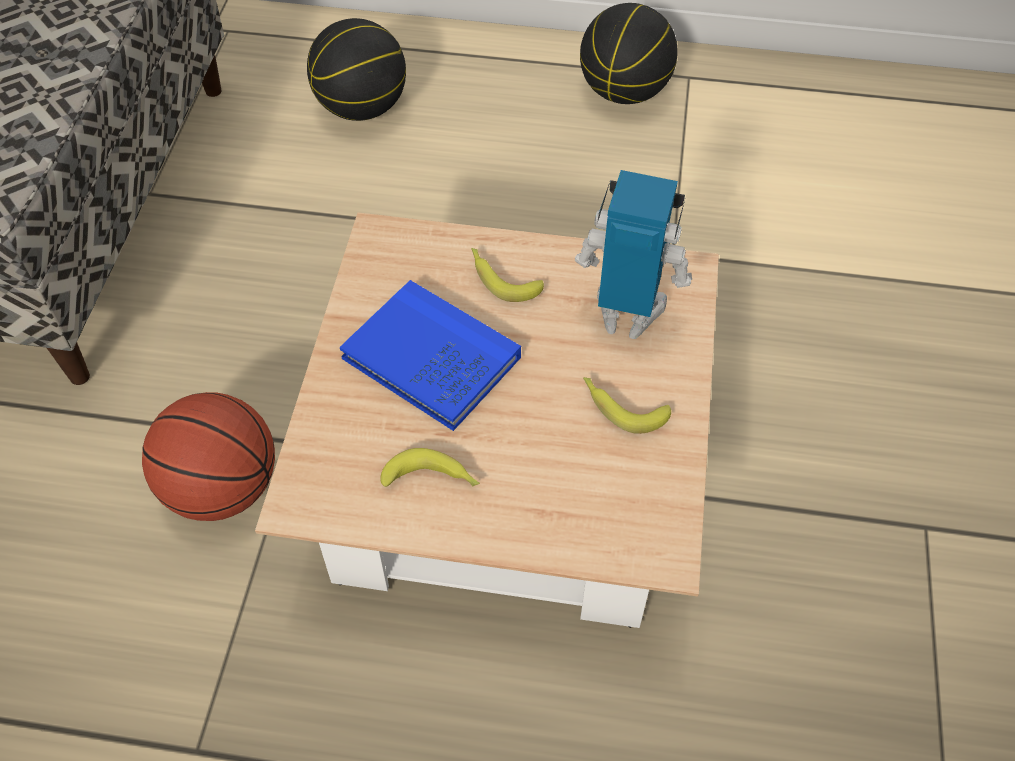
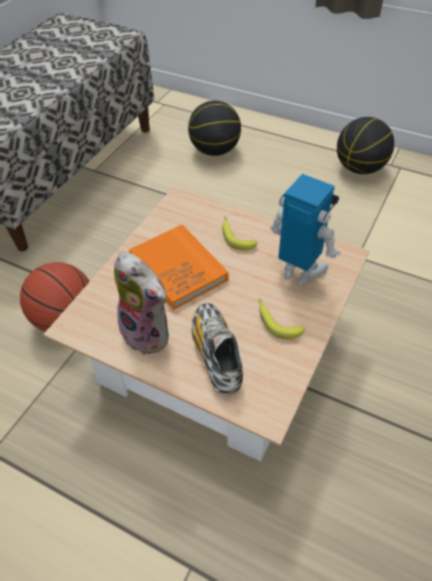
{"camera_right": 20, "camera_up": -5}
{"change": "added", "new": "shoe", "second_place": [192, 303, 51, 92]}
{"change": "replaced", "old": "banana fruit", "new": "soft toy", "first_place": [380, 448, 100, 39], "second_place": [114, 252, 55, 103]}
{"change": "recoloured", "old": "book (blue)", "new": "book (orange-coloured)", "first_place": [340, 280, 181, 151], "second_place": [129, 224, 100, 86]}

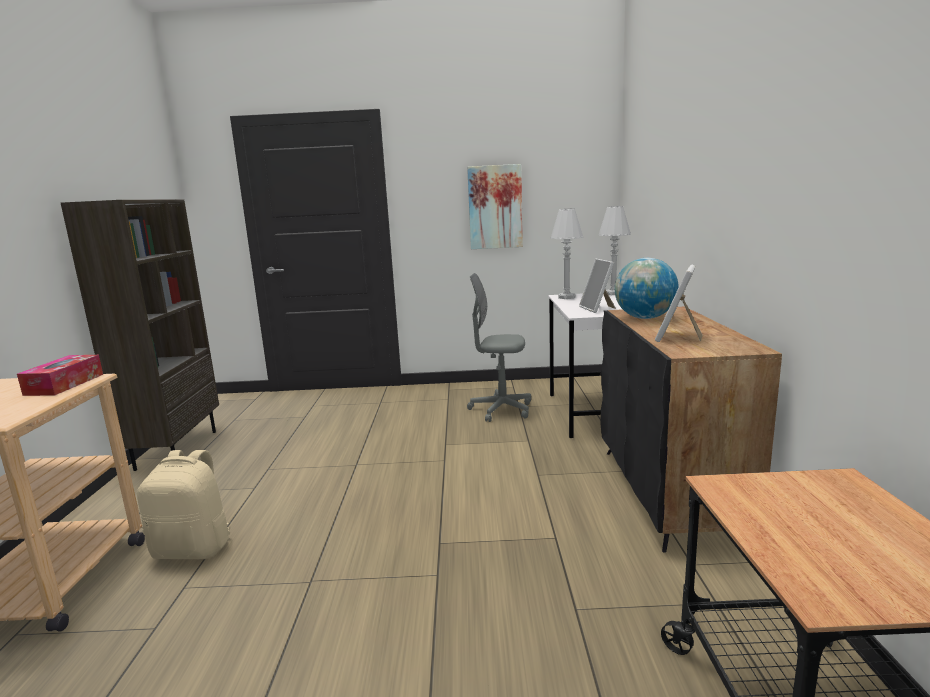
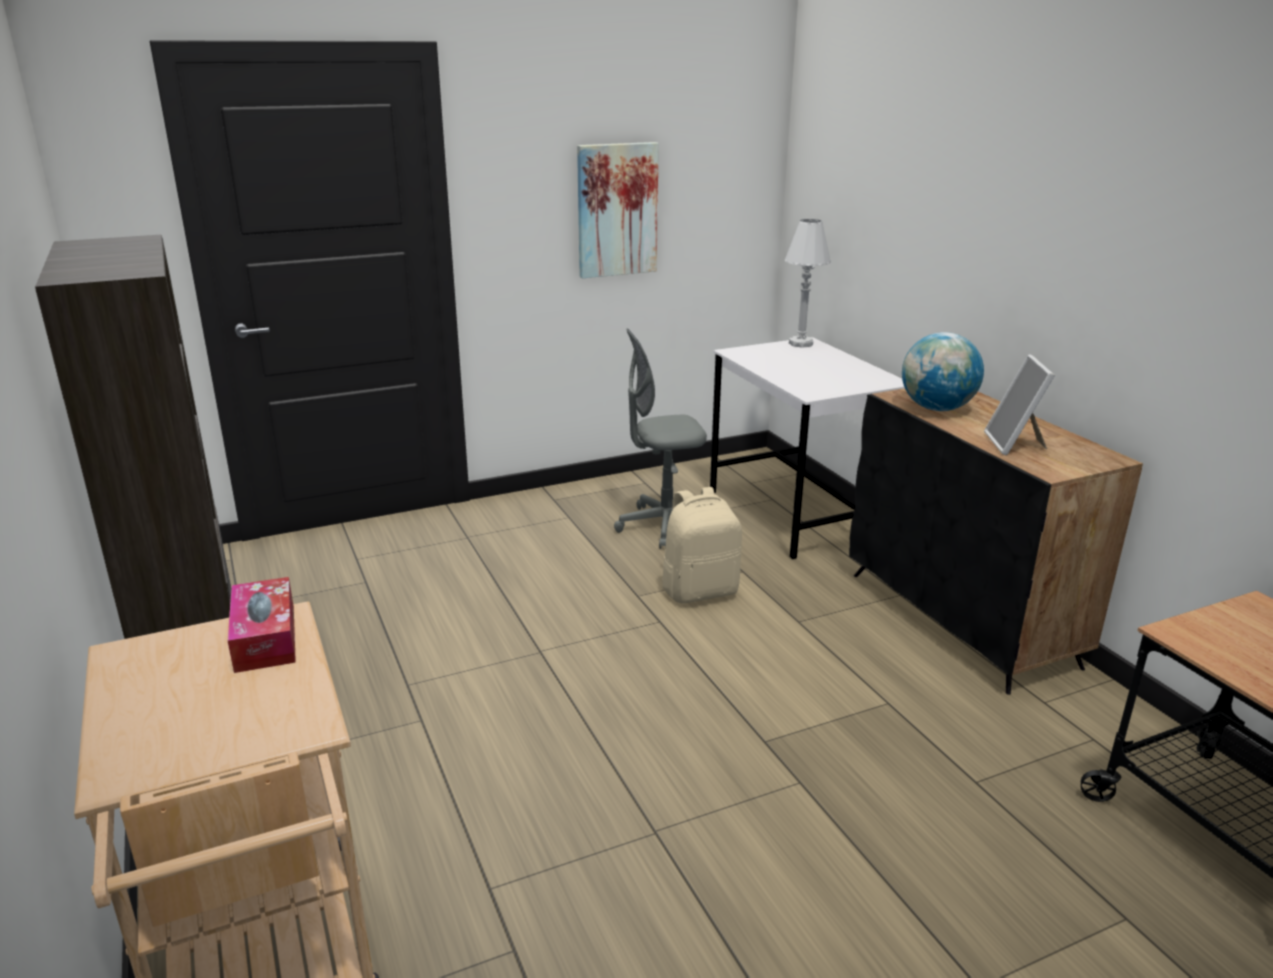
{"camera_right": -25, "camera_up": 10}
{"change": "removed", "old": "table lamp (whitish)", "first_place": [551, 209, 32, 90]}
{"change": "removed", "old": "photo frame", "first_place": [579, 259, 37, 54]}
{"change": "moved", "old": "backpack (sand-coloured)", "first_place": [137, 450, 93, 109], "second_place": [662, 487, 80, 116]}

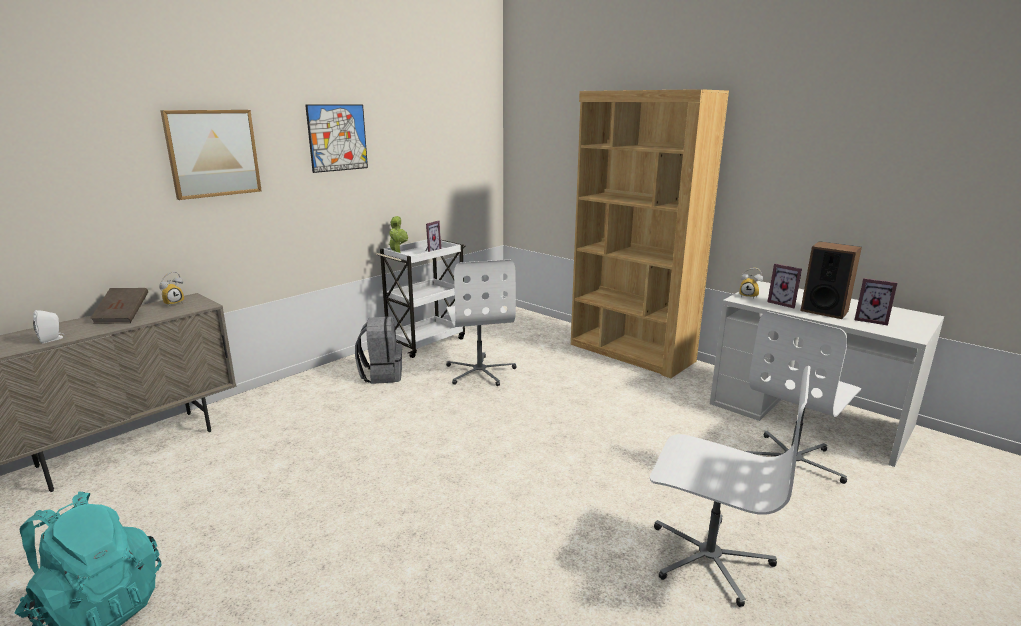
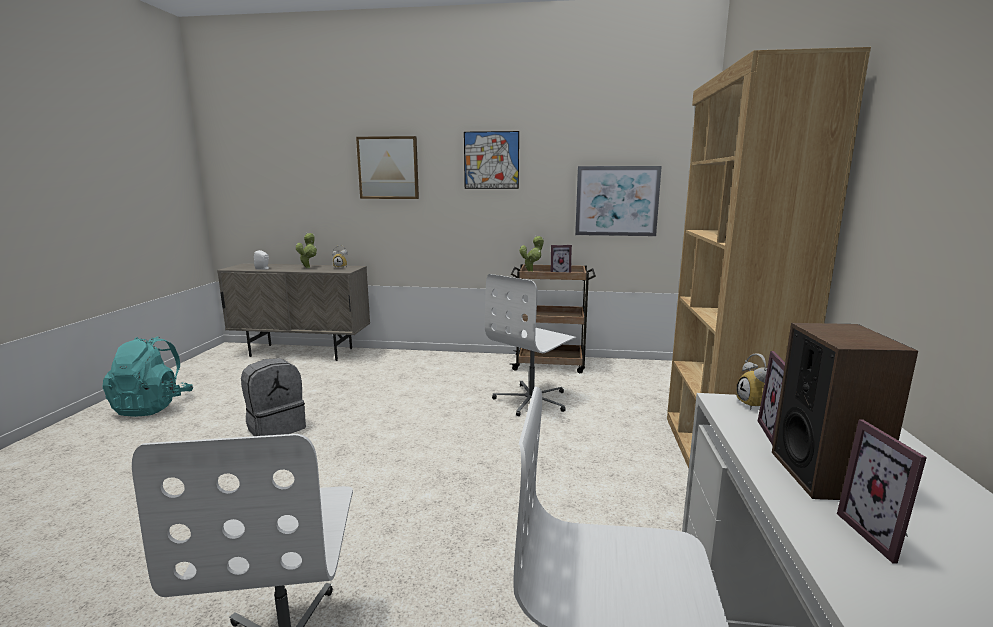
{"camera_right": 55, "camera_up": -5}
{"change": "added", "new": "wall art", "second_place": [575, 166, 87, 70]}
{"change": "moved", "old": "backpack (gray)", "first_place": [355, 317, 47, 67], "second_place": [241, 358, 65, 78]}
{"change": "replaced", "old": "book (brown)", "new": "houseplant", "first_place": [90, 288, 58, 36], "second_place": [296, 233, 21, 35]}
{"change": "recoloured", "old": "trolley (whitish)", "new": "trolley (brown)", "first_place": [376, 240, 90, 118], "second_place": [510, 264, 86, 109]}

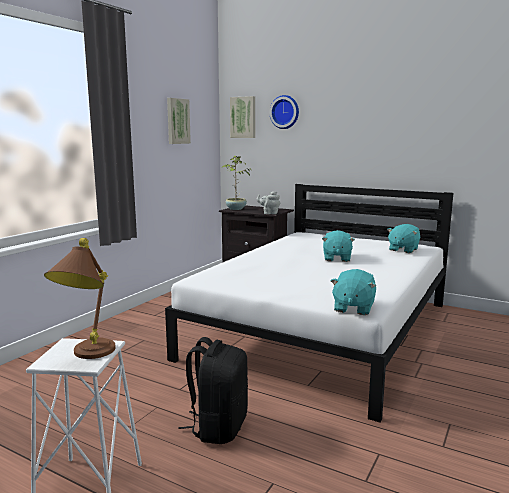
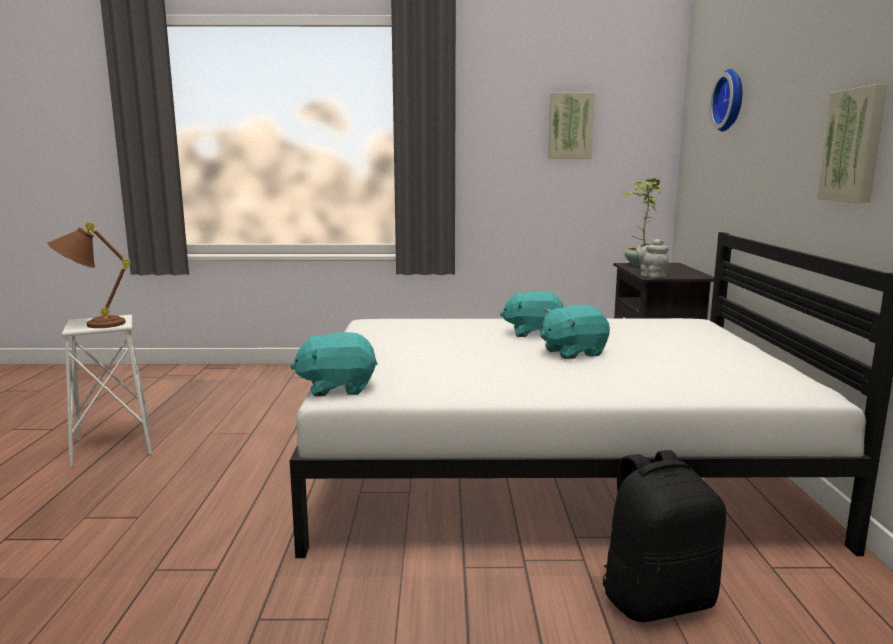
{"camera_right": 60, "camera_up": 0}
{"change": "moved", "old": "backpack (black-coloured)", "first_place": [178, 337, 70, 107], "second_place": [602, 450, 124, 172]}
{"change": "moved", "old": "wall art", "first_place": [230, 96, 25, 42], "second_place": [817, 84, 70, 119]}
{"change": "moved", "old": "soft toy (blue-green)", "first_place": [387, 224, 33, 29], "second_place": [500, 291, 63, 46]}

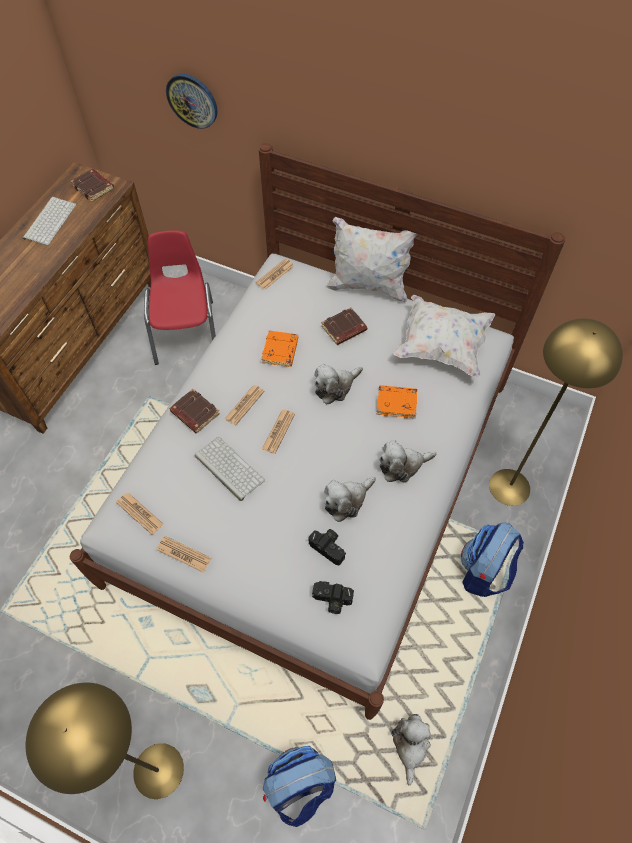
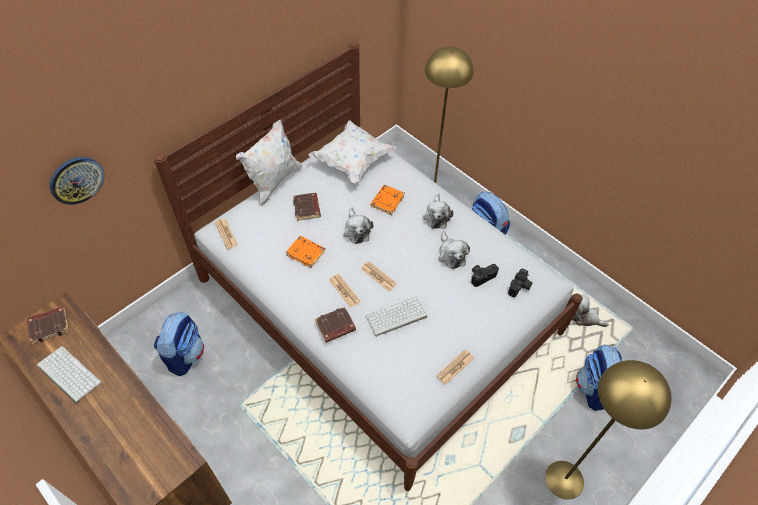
{"camera_right": -70, "camera_up": -5}
{"change": "removed", "old": "newspaper", "first_place": [116, 493, 47, 42]}
{"change": "replaced", "old": "chair (red-coloured)", "new": "backpack", "first_place": [144, 230, 72, 135], "second_place": [154, 312, 50, 64]}

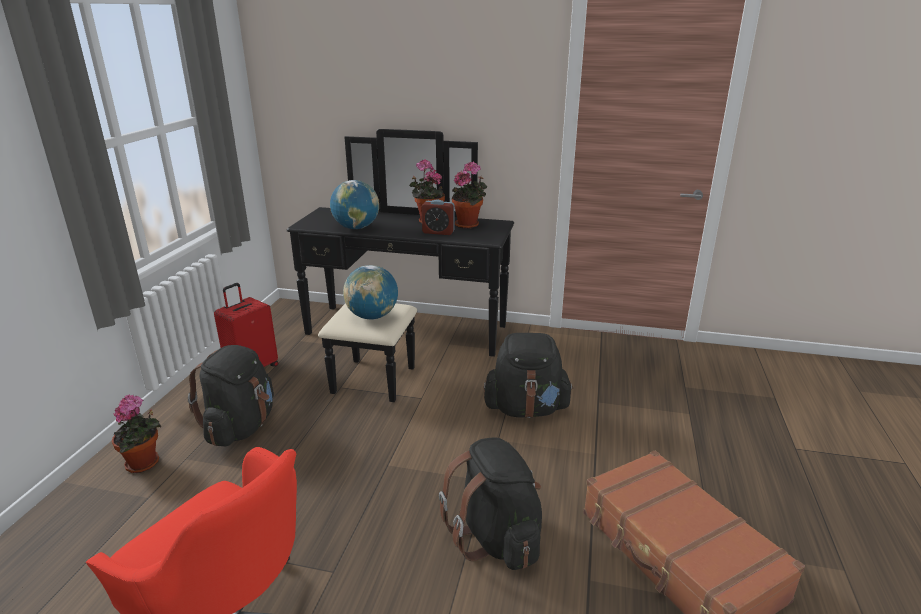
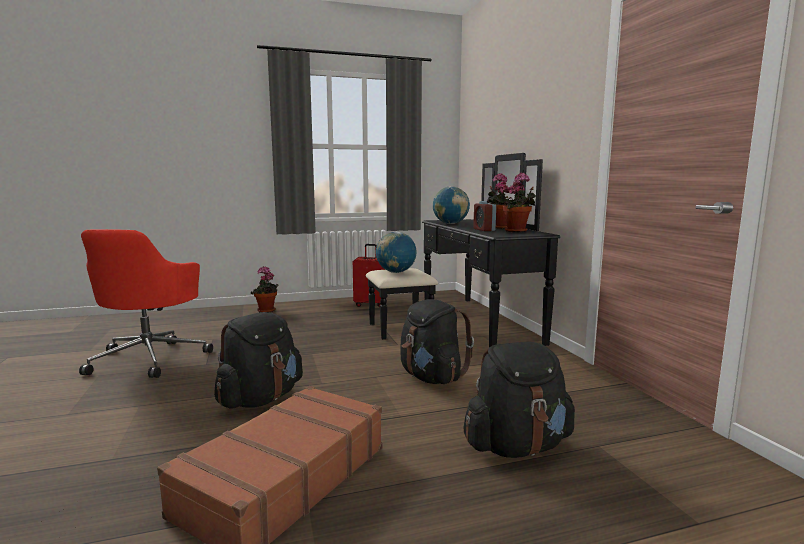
{"camera_right": 60, "camera_up": -15}
{"change": "moved", "old": "backpack (black-coloured)", "first_place": [188, 345, 86, 101], "second_place": [463, 342, 112, 116]}

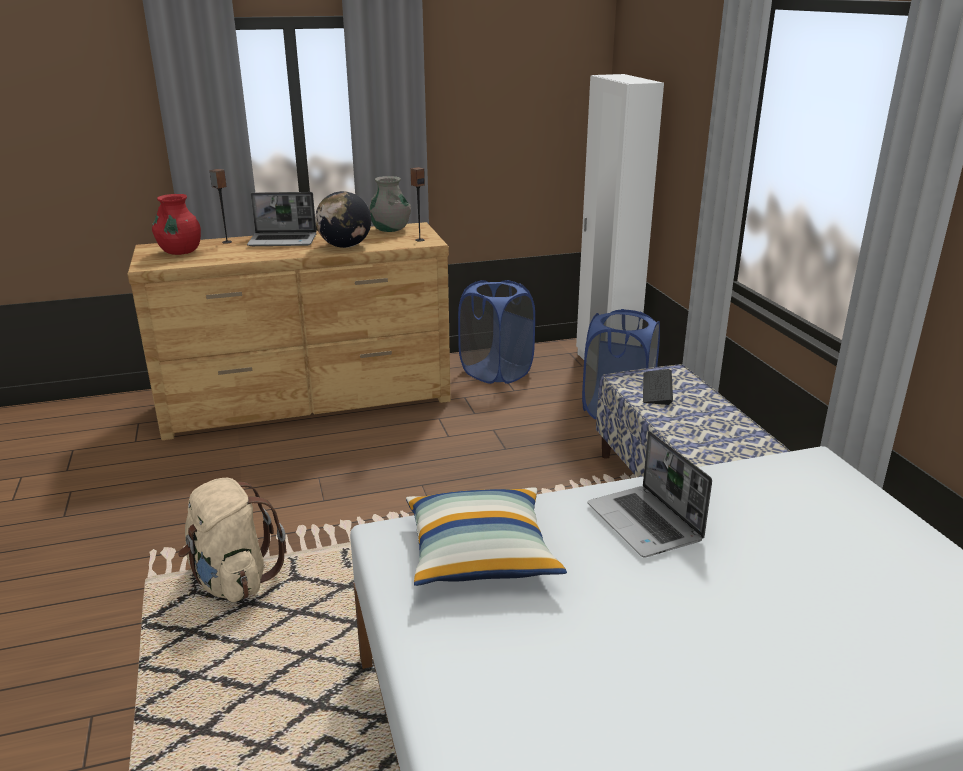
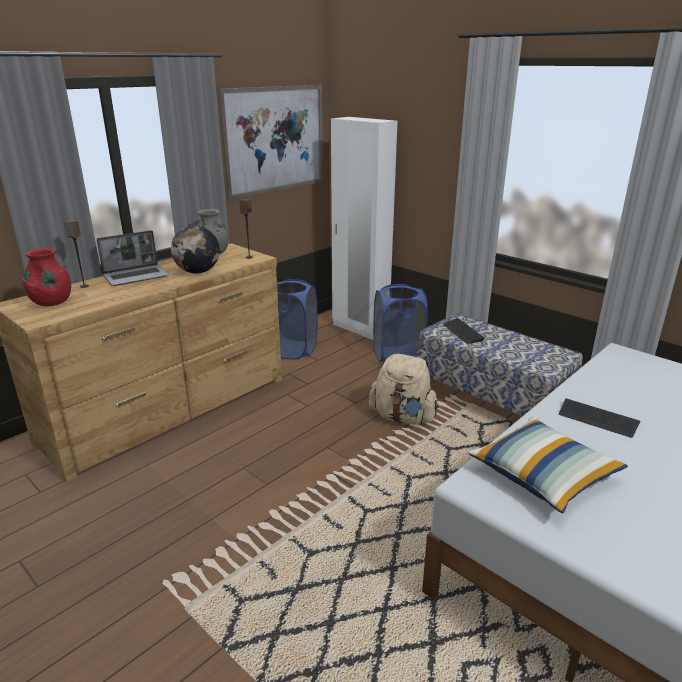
{"camera_right": -30, "camera_up": 0}
{"change": "added", "new": "wall art", "second_place": [218, 85, 105, 115]}
{"change": "moved", "old": "backpack (sand-coloured)", "first_place": [178, 478, 108, 124], "second_place": [369, 354, 70, 70]}
{"change": "replaced", "old": "portable computer", "new": "keyboard", "first_place": [588, 431, 124, 126], "second_place": [559, 399, 81, 39]}

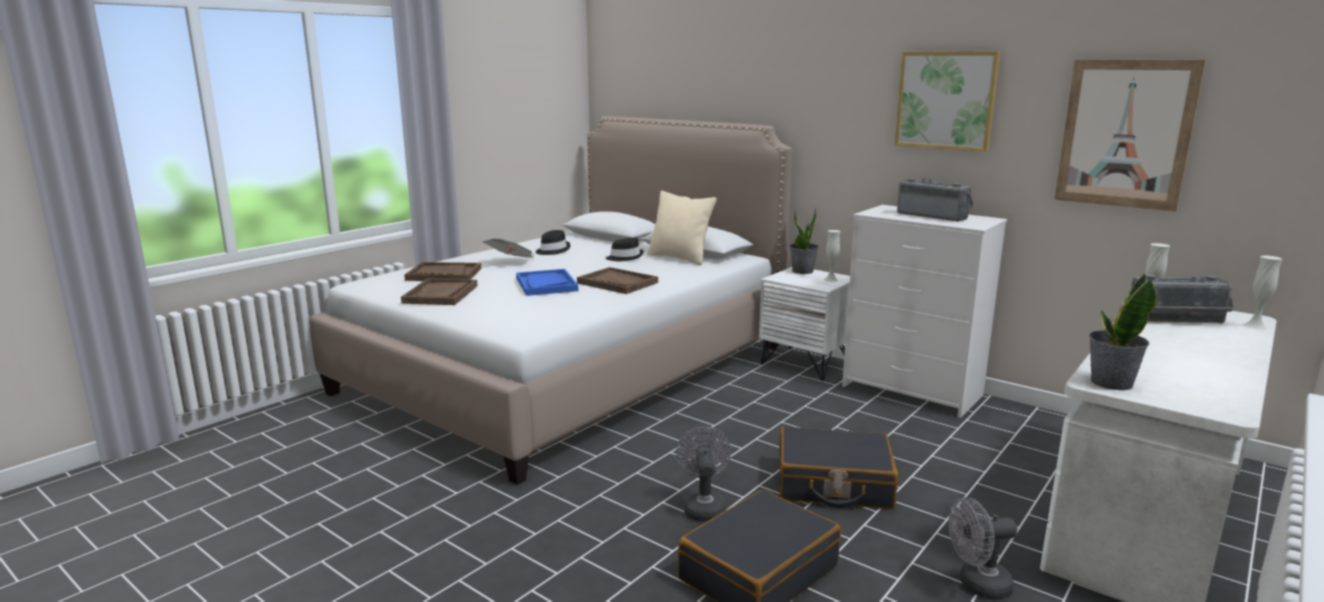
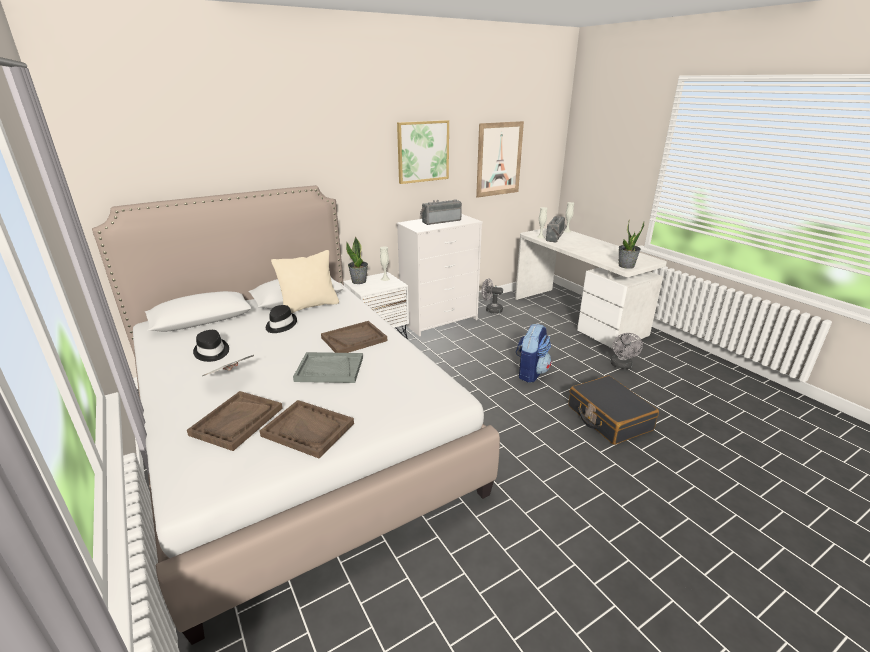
{"camera_right": -70, "camera_up": 10}
{"change": "moved", "old": "electric fan (gray)", "first_place": [676, 426, 55, 96], "second_place": [482, 278, 21, 36]}
{"change": "replaced", "old": "suitcase (black-coloured)", "new": "backpack", "first_place": [779, 426, 119, 83], "second_place": [516, 324, 36, 59]}
{"change": "recoloured", "old": "tray (blue)", "new": "tray (gray)", "first_place": [516, 269, 62, 27], "second_place": [293, 352, 70, 31]}

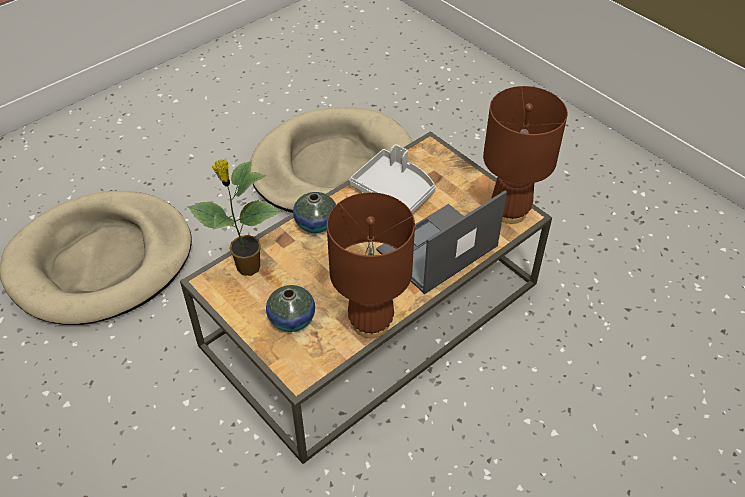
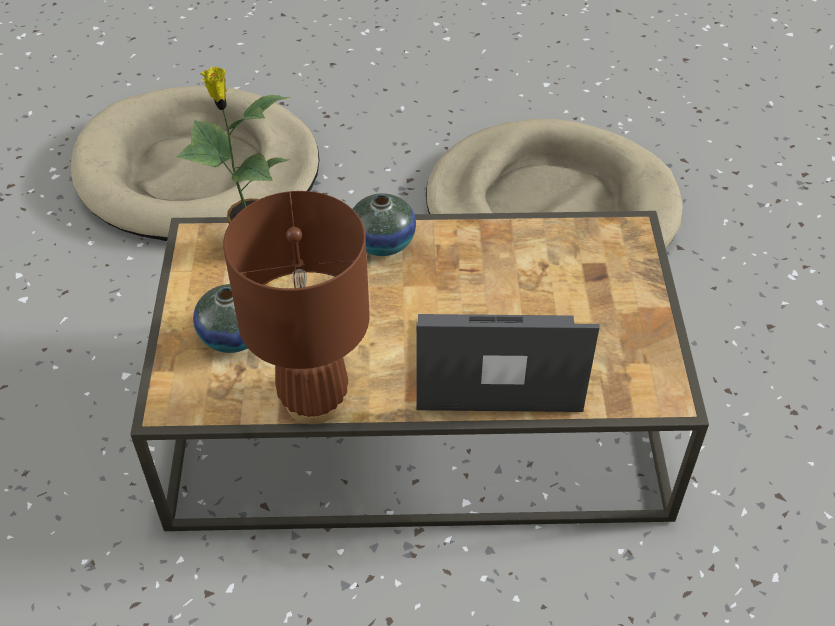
{"camera_right": 40, "camera_up": 0}
{"change": "removed", "old": "tray (gray)", "first_place": [349, 144, 87, 69]}
{"change": "removed", "old": "table lamp (brown)", "first_place": [483, 86, 85, 138]}

